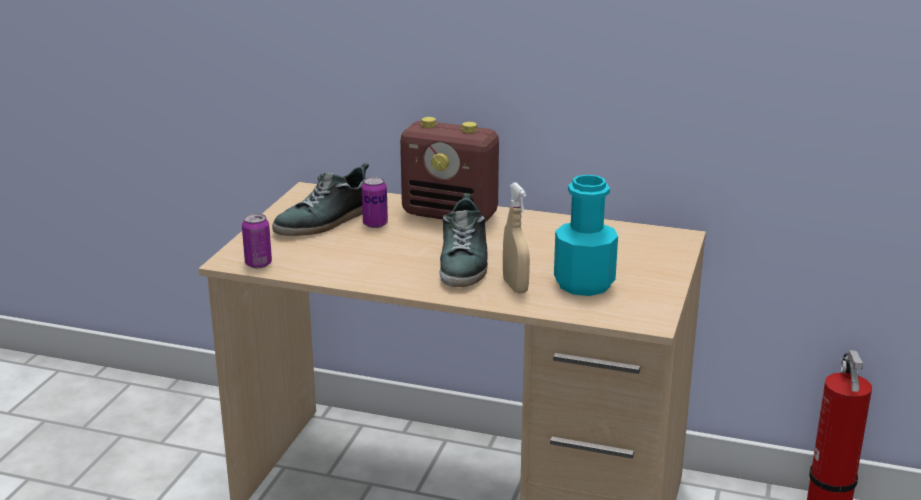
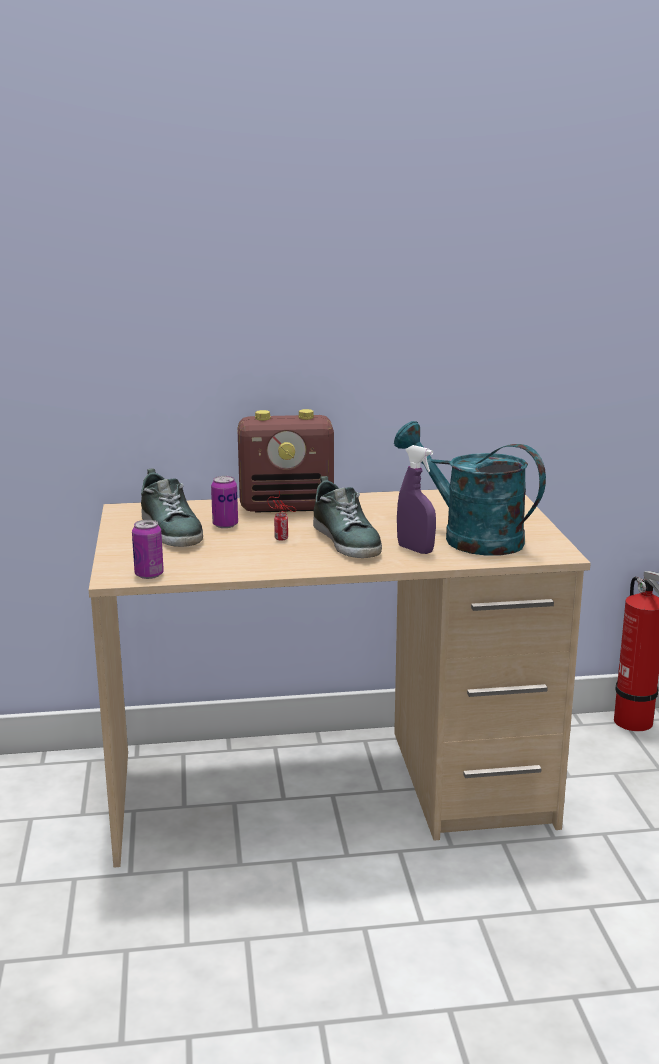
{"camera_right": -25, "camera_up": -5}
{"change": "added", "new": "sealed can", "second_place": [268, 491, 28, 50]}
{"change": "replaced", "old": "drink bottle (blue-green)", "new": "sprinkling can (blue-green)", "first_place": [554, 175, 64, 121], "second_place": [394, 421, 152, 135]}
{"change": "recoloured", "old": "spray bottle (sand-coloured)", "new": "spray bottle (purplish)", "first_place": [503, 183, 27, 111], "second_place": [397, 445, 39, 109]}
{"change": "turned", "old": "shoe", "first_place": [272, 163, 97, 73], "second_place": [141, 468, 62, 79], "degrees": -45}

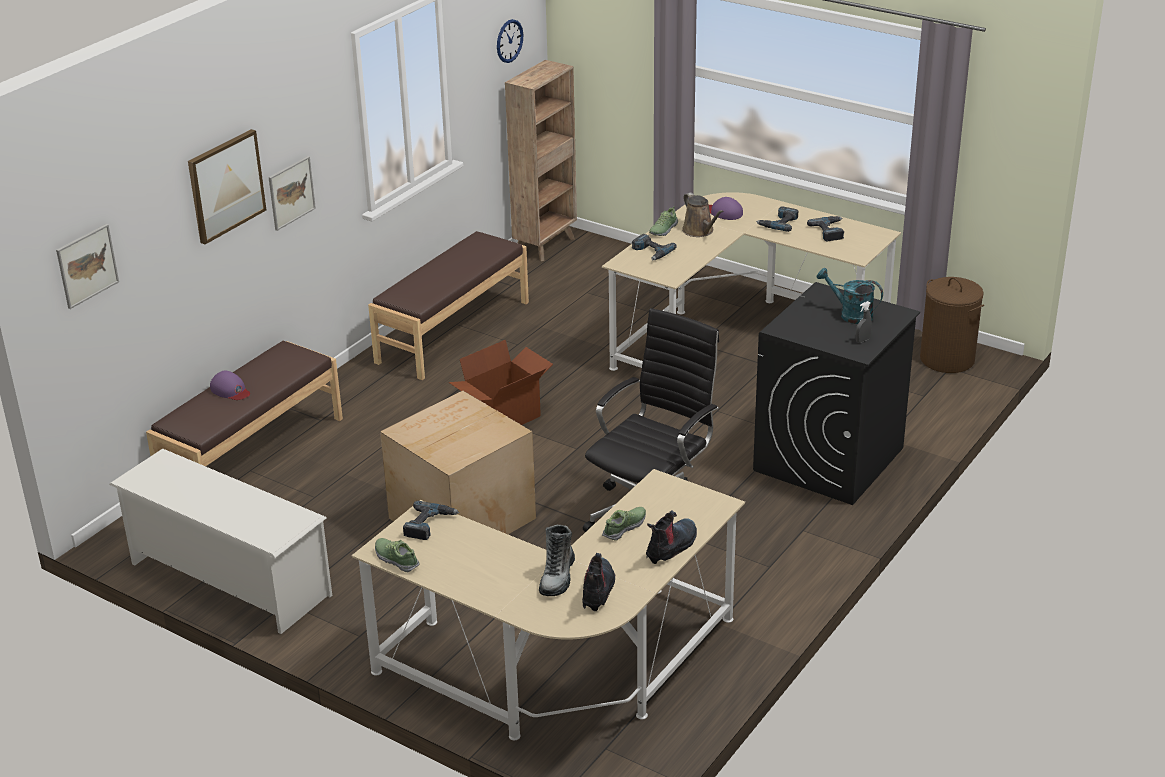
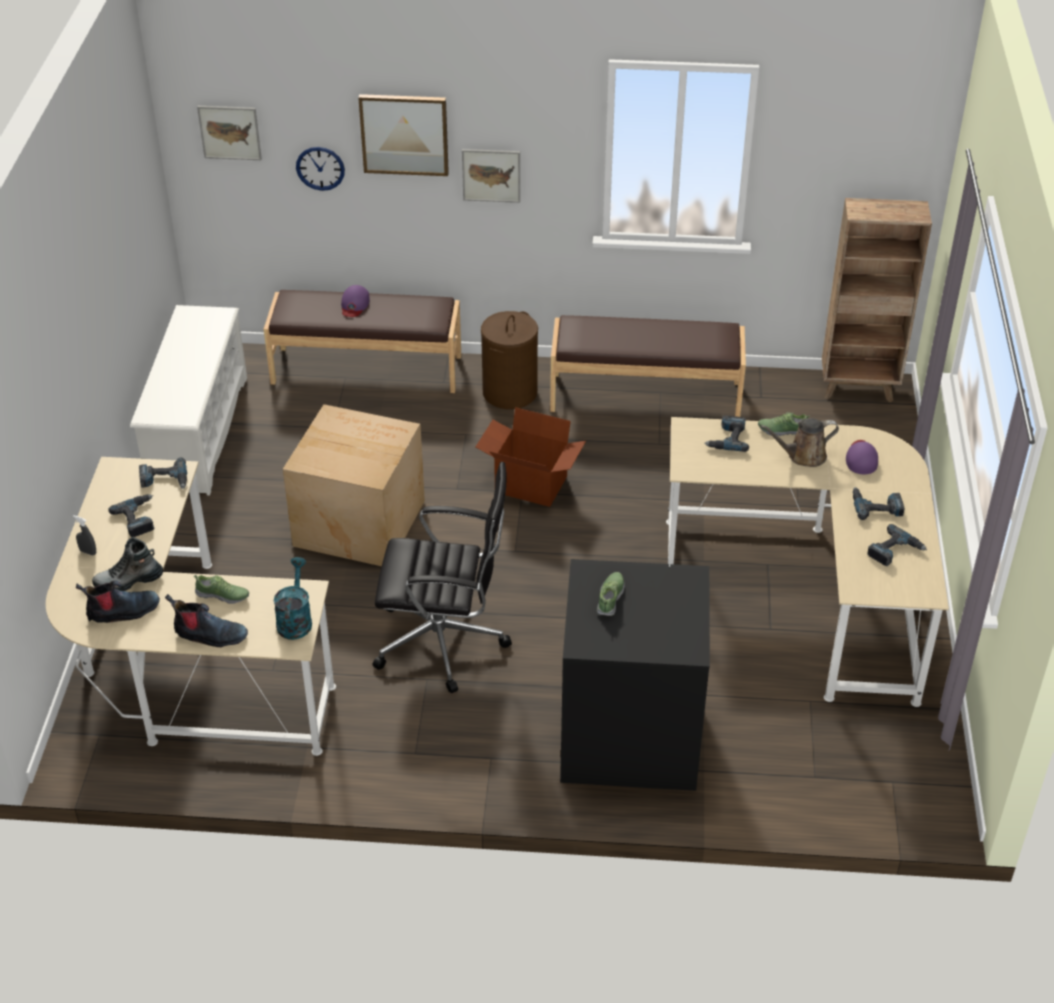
{"camera_right": 60, "camera_up": 10}
{"change": "added", "new": "power drill", "second_place": [108, 495, 46, 42]}
{"change": "moved", "old": "shoe", "first_place": [375, 538, 44, 34], "second_place": [597, 572, 27, 44]}
{"change": "moved", "old": "wall clock", "first_place": [497, 19, 26, 44], "second_place": [296, 147, 49, 44]}
{"change": "moved", "old": "sprinkling can (blue-green)", "first_place": [817, 268, 66, 56], "second_place": [274, 557, 38, 83]}
{"change": "moved", "old": "spray bottle (gray)", "first_place": [856, 301, 16, 42], "second_place": [73, 515, 23, 41]}
{"change": "moved", "old": "laundry basket (brown)", "first_place": [920, 277, 64, 96], "second_place": [481, 311, 57, 98]}
{"change": "turned", "old": "sprinkling can (brown)", "first_place": [682, 193, 42, 44], "second_place": [761, 418, 78, 49], "degrees": 45}

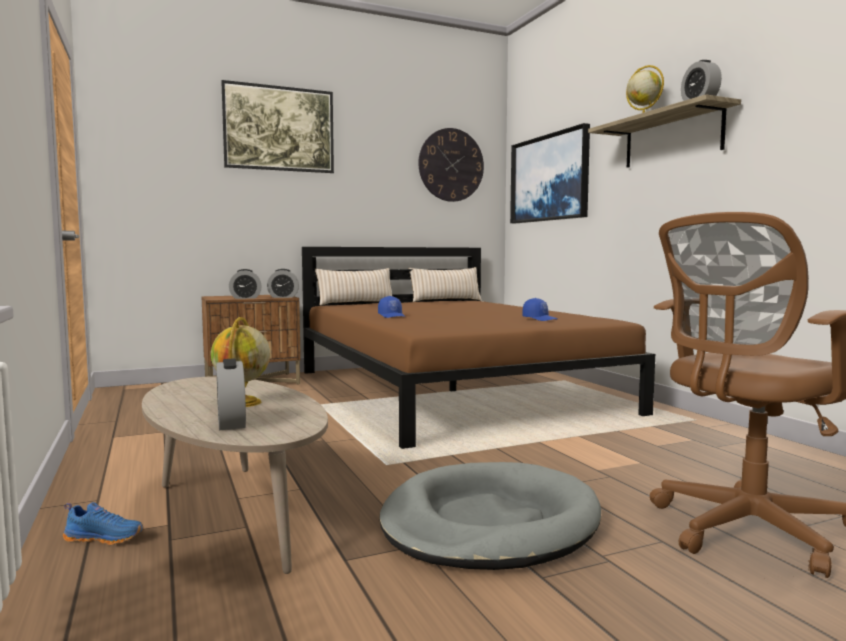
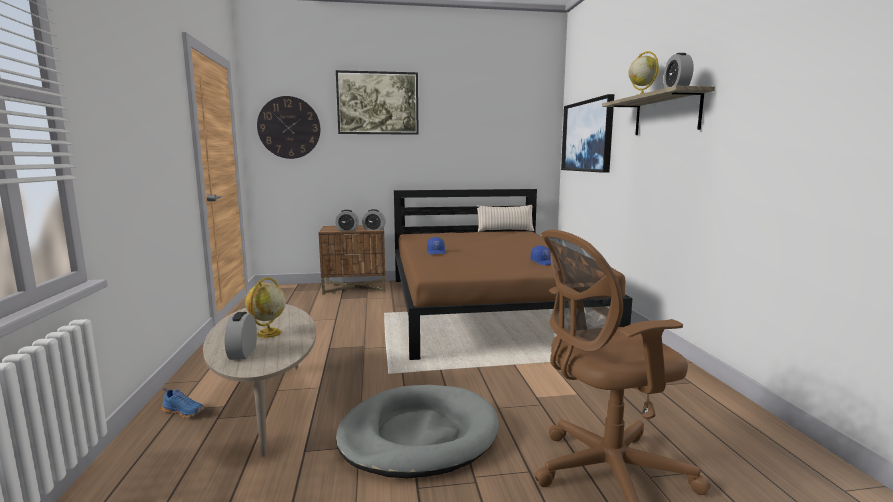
{"camera_right": 15, "camera_up": 5}
{"change": "removed", "old": "pillow (sand-coloured)", "first_place": [315, 268, 77, 37]}
{"change": "moved", "old": "wall clock", "first_place": [418, 128, 66, 74], "second_place": [257, 96, 63, 63]}

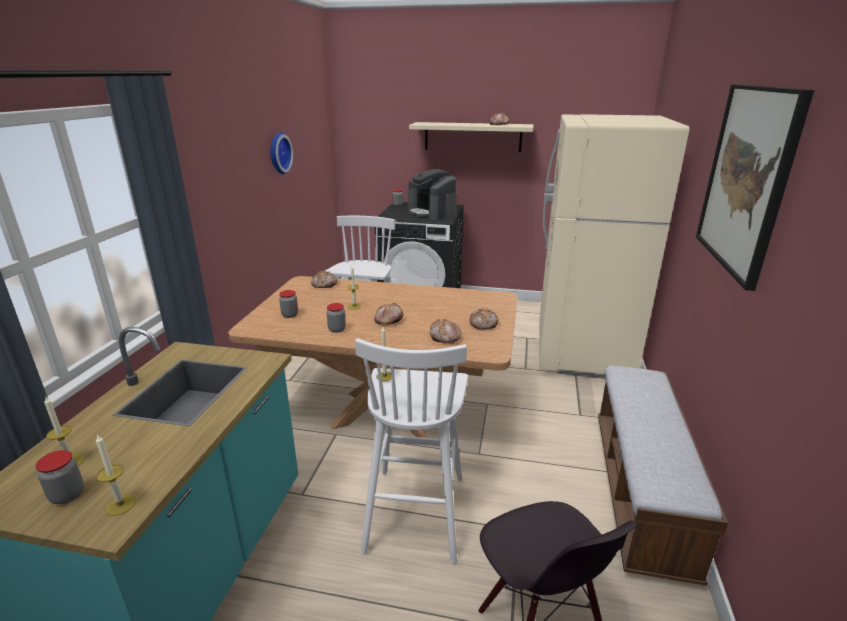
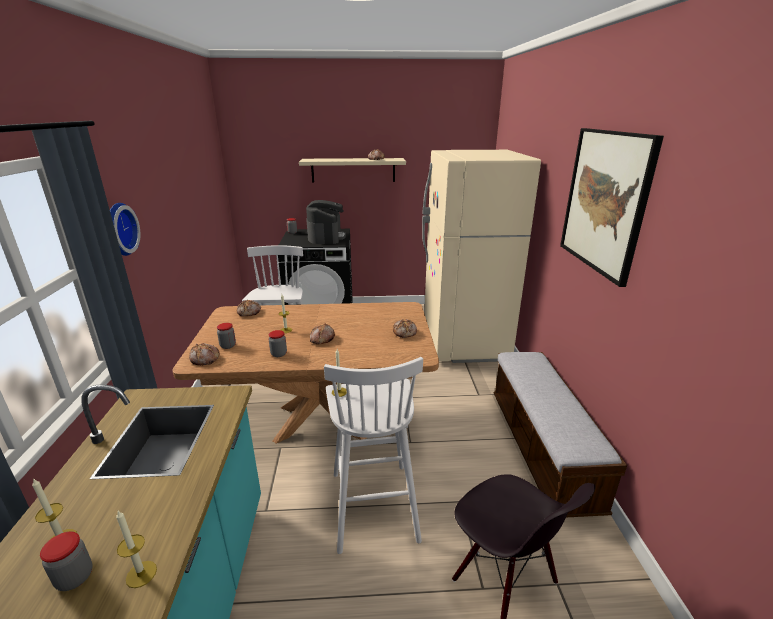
{"camera_right": -15, "camera_up": 0}
{"change": "moved", "old": "wall clock", "first_place": [270, 132, 23, 42], "second_place": [110, 203, 30, 53]}
{"change": "moved", "old": "bakery bread", "first_place": [430, 319, 32, 24], "second_place": [189, 343, 31, 22]}
{"change": "turned", "old": "coffee maker", "first_place": [408, 169, 49, 51], "second_place": [306, 200, 40, 44], "degrees": -135}

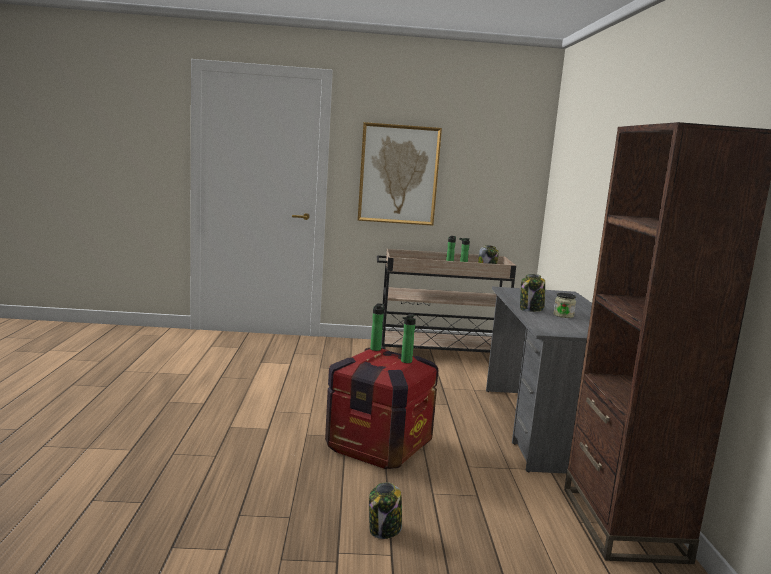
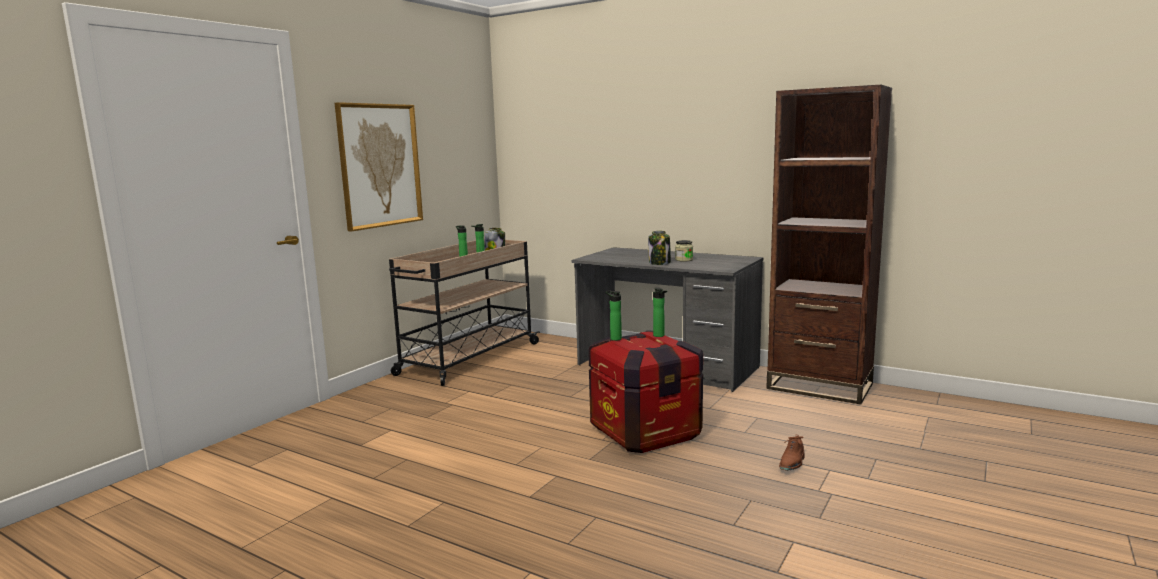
{"camera_right": -55, "camera_up": 0}
{"change": "replaced", "old": "storage jar", "new": "shoe (brown)", "first_place": [369, 482, 33, 57], "second_place": [779, 434, 26, 37]}

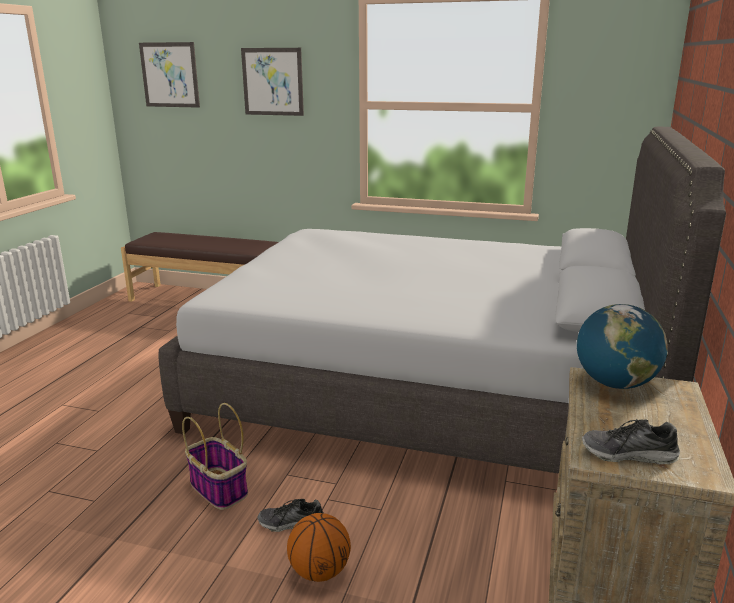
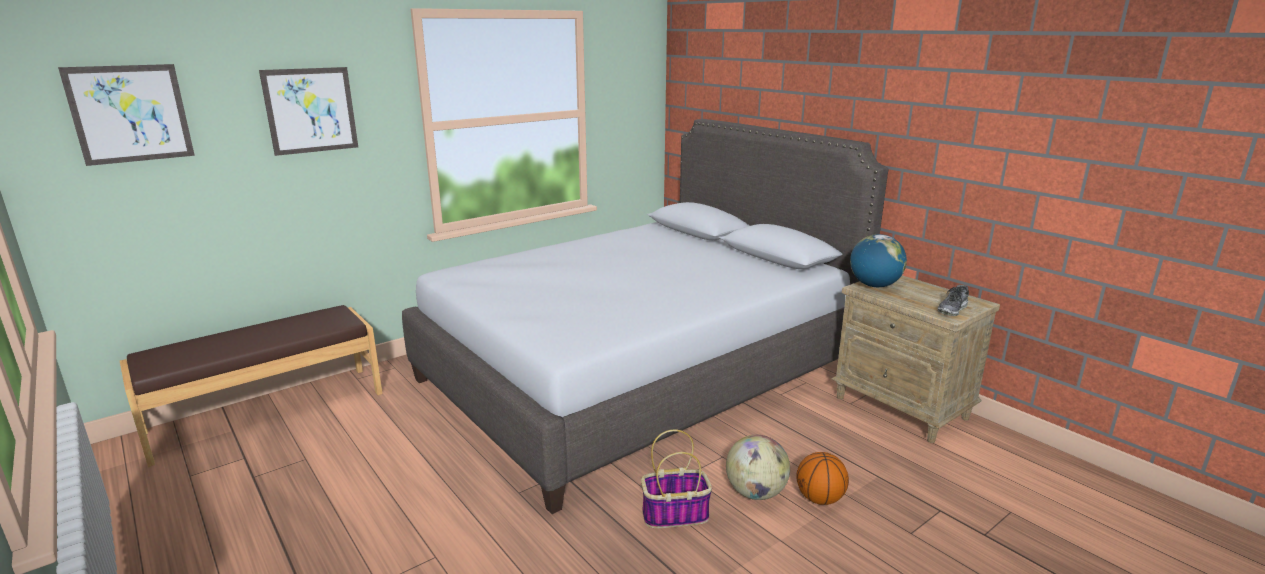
{"camera_right": -55, "camera_up": 0}
{"change": "replaced", "old": "shoe", "new": "desk globe", "first_place": [257, 499, 67, 33], "second_place": [726, 435, 64, 65]}

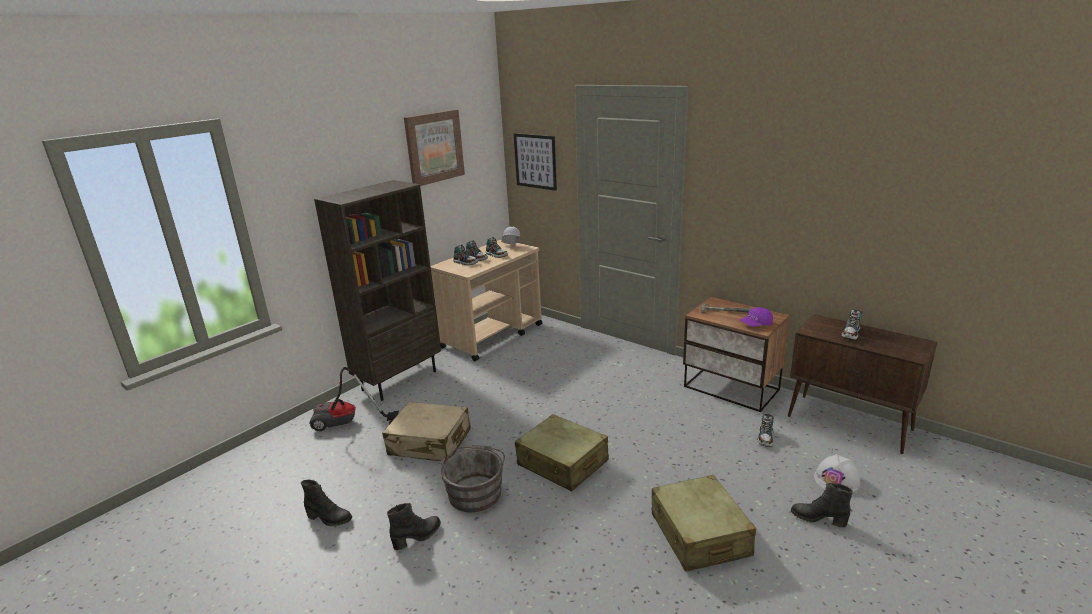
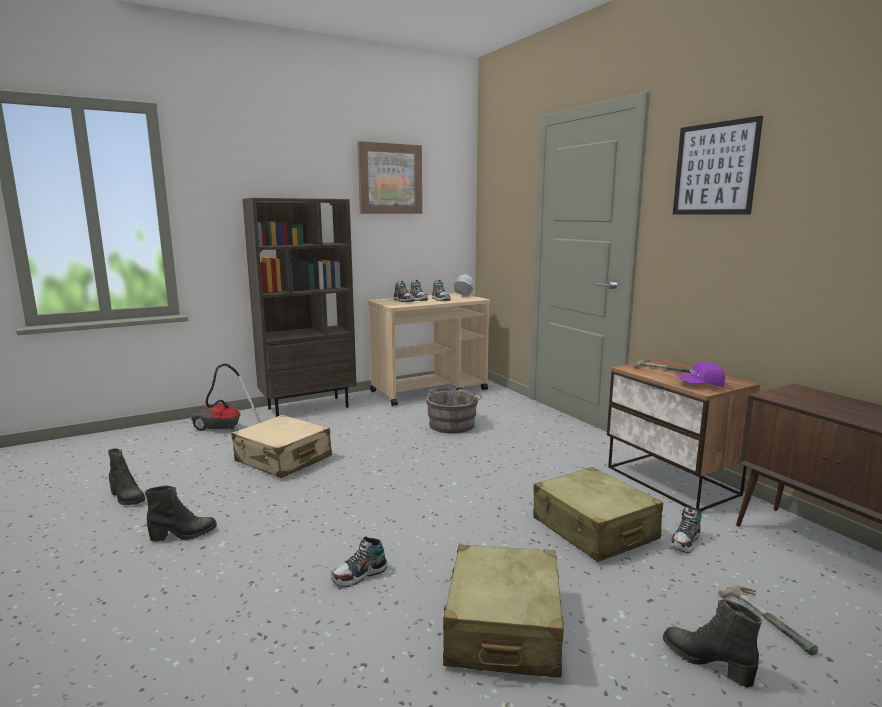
{"camera_right": 20, "camera_up": -10}
{"change": "moved", "old": "bucket (gray)", "first_place": [441, 445, 64, 67], "second_place": [426, 389, 56, 45]}
{"change": "moved", "old": "wall art", "first_place": [514, 133, 43, 58], "second_place": [673, 116, 90, 99]}
{"change": "moved", "old": "suitcase (sand-coloured)", "first_place": [515, 414, 94, 78], "second_place": [533, 467, 130, 95]}
{"change": "moved", "old": "shoe", "first_place": [842, 309, 21, 31], "second_place": [330, 537, 57, 50]}
{"change": "replaced", "old": "hard hat (whitish)", "new": "hammer", "first_place": [814, 454, 46, 39], "second_place": [719, 586, 99, 69]}

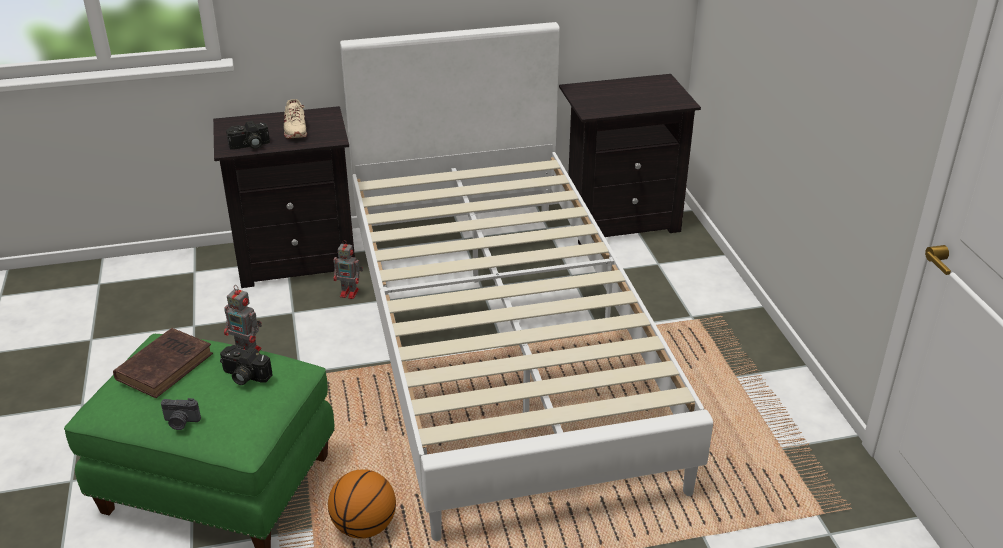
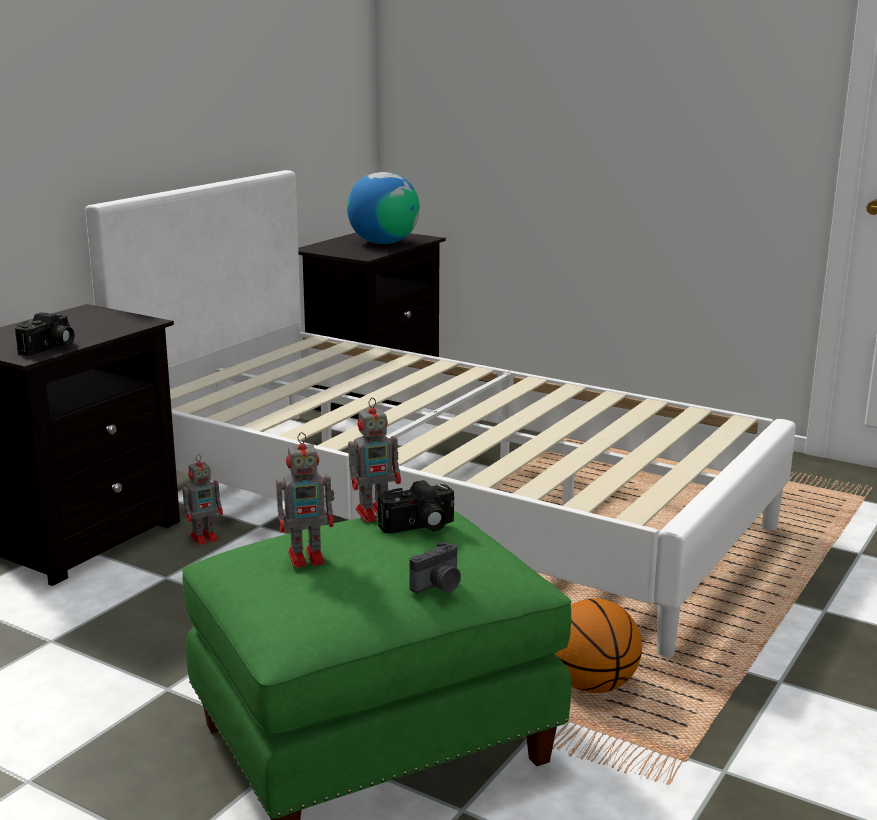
{"camera_right": -45, "camera_up": -15}
{"change": "removed", "old": "shoe (sand-coloured)", "first_place": [284, 99, 23, 40]}
{"change": "added", "new": "desk globe", "second_place": [347, 172, 73, 72]}
{"change": "replaced", "old": "book (brown)", "new": "model robot", "first_place": [113, 328, 100, 70], "second_place": [276, 432, 58, 136]}

